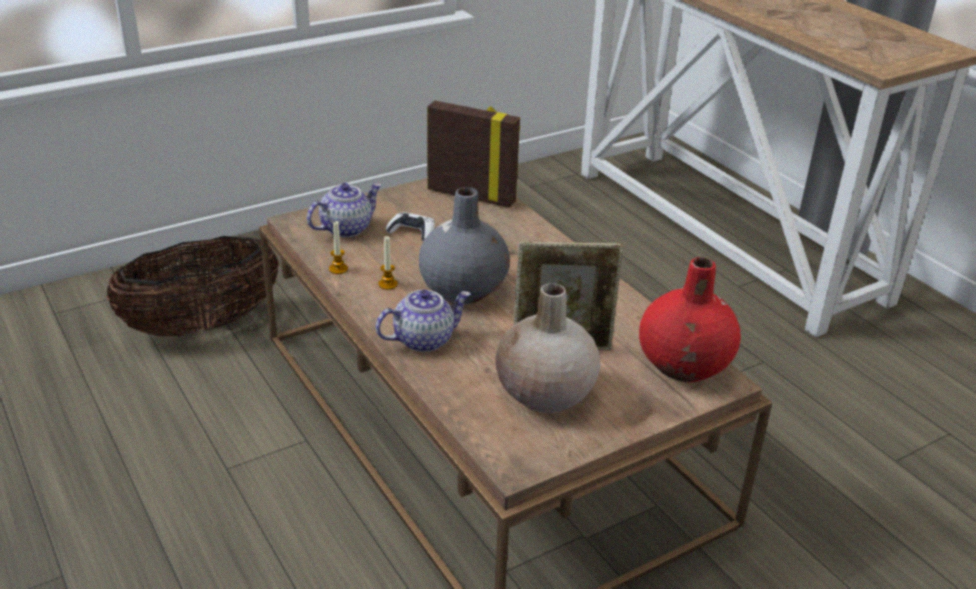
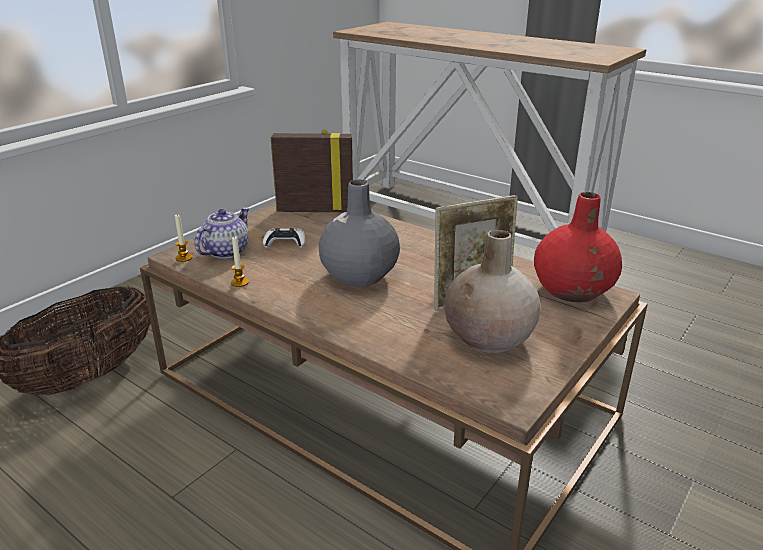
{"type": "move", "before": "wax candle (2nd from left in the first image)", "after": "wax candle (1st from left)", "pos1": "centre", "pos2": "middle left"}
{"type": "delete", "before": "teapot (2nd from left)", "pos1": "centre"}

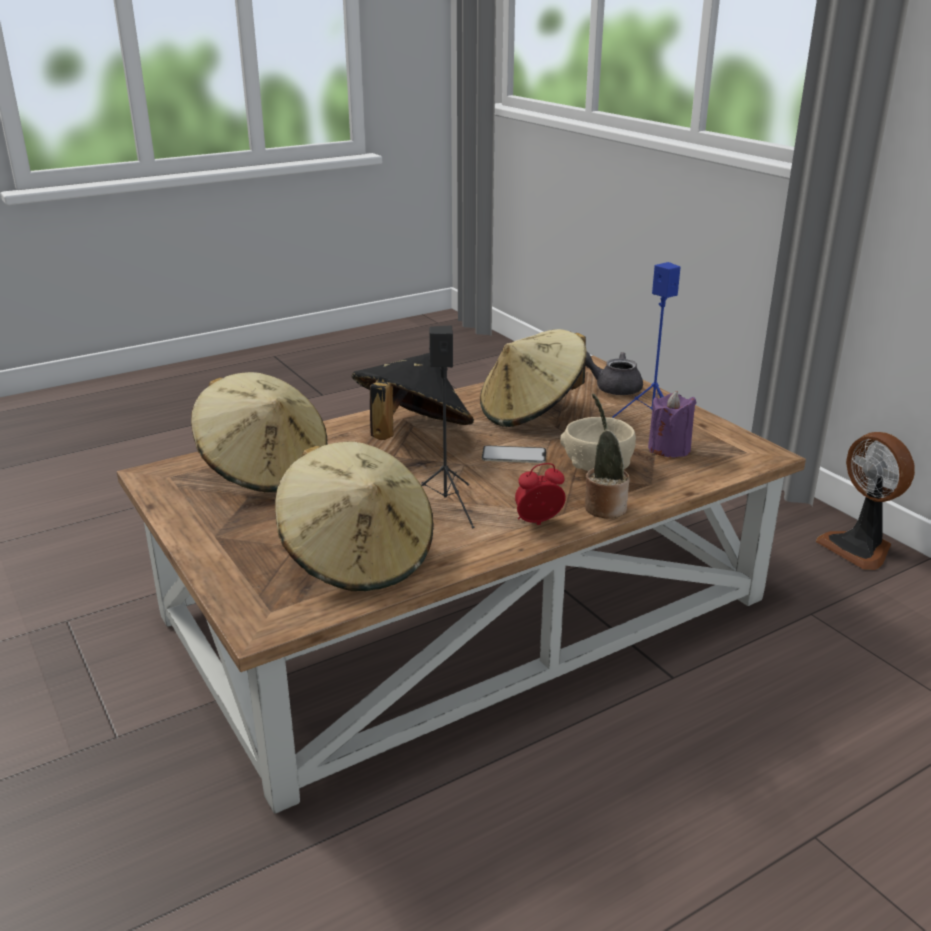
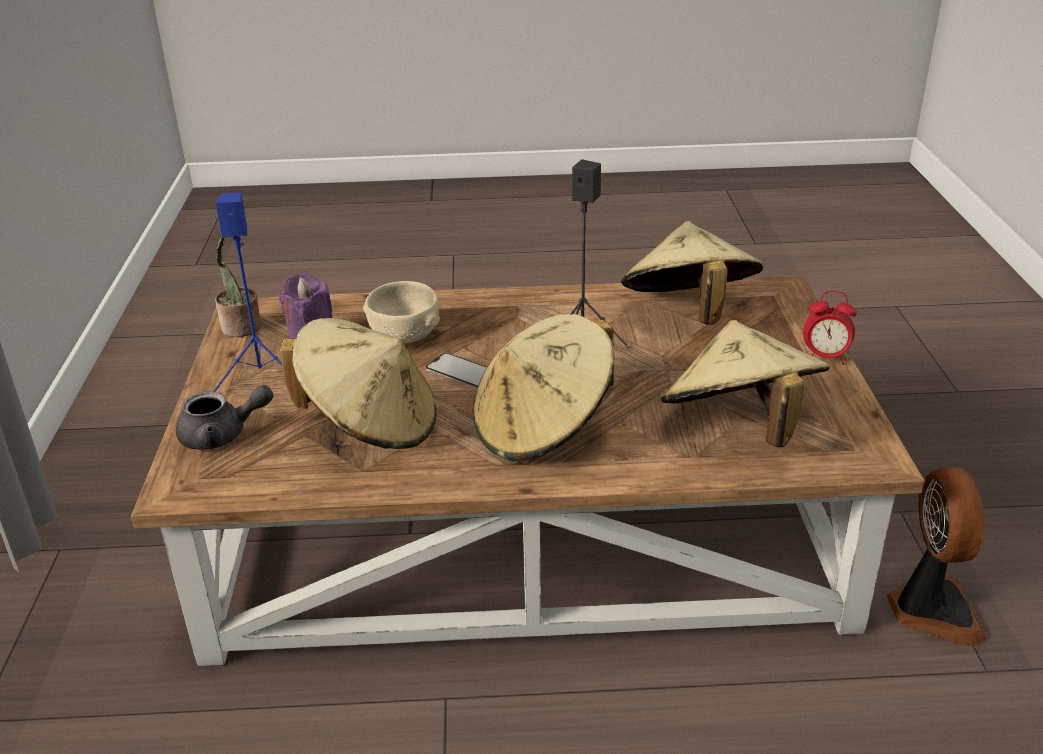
{"type": "rotate", "before": "gray teapot", "pos1": "centre", "pos2": "middle left", "turn": -60}
{"type": "move", "before": "plant in a pot", "pos1": "centre", "pos2": "middle left"}
{"type": "recolor", "before": "black clothing hat", "after": "beige-coloured clothing hat (2nd from left)", "pos1": "centre", "pos2": "centre"}
{"type": "move", "before": "table clock", "pos1": "centre", "pos2": "middle right"}
{"type": "move", "before": "fan", "pos1": "middle right", "pos2": "bottom right"}

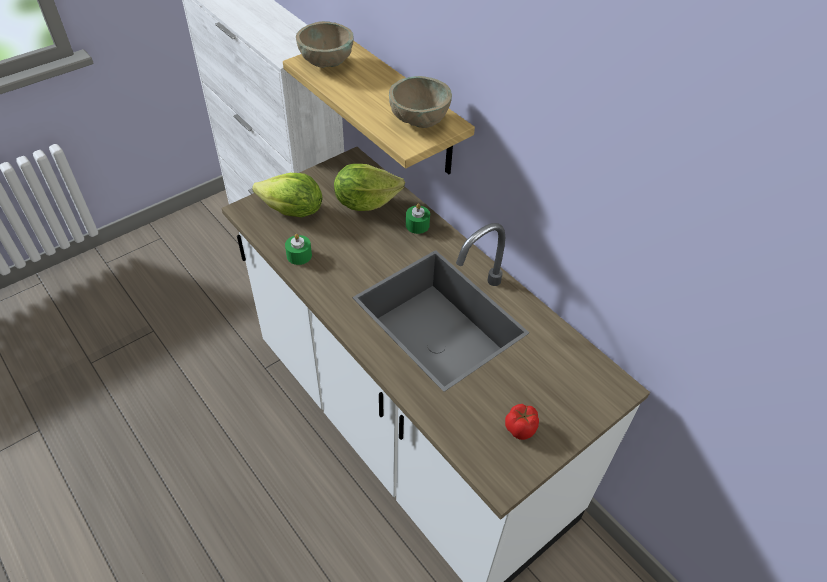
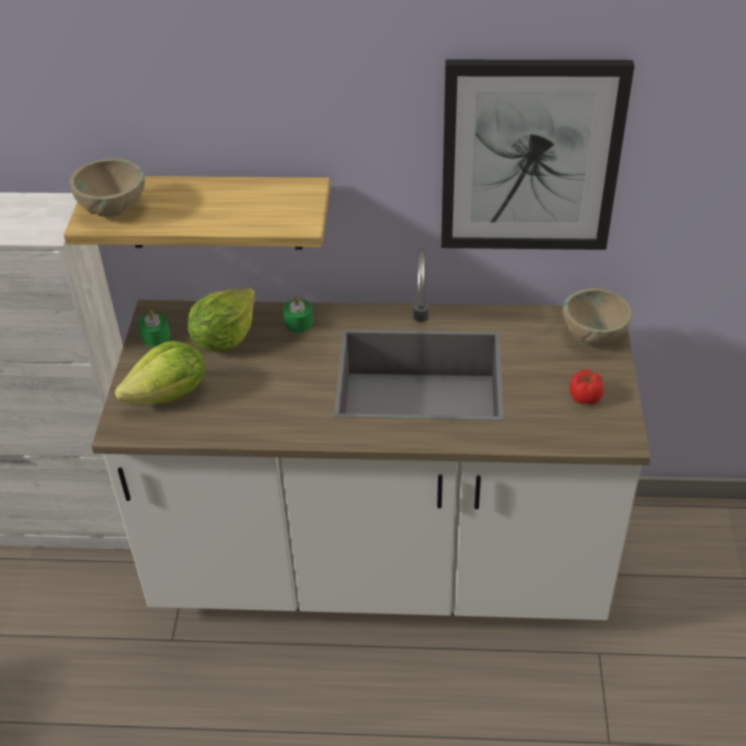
{"type": "move", "before": "green-coloured wax candle (1st from left)", "pos1": "centre", "pos2": "middle left"}
{"type": "insert", "after": "wall picture", "pos2": "top right"}
{"type": "move", "before": "beige-coloured serving bowl (2nd from left)", "pos1": "top centre", "pos2": "middle right"}

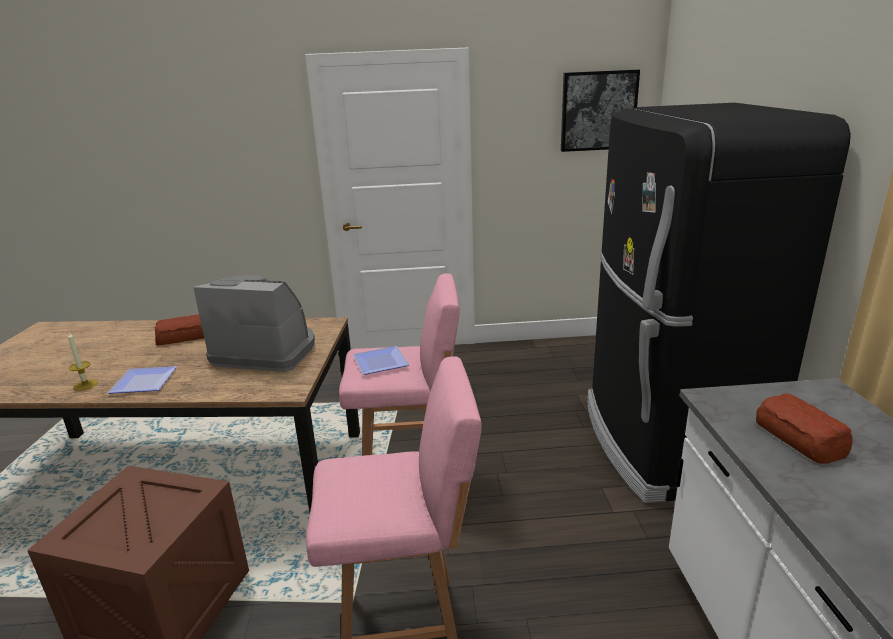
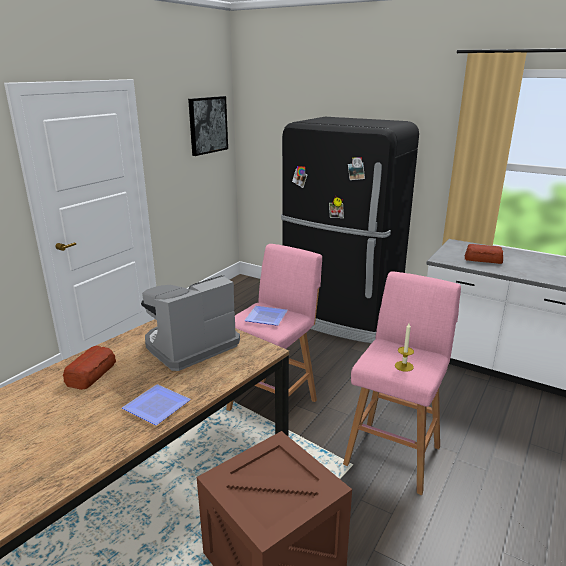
{"type": "move", "before": "wax candle", "pos1": "middle left", "pos2": "middle right"}

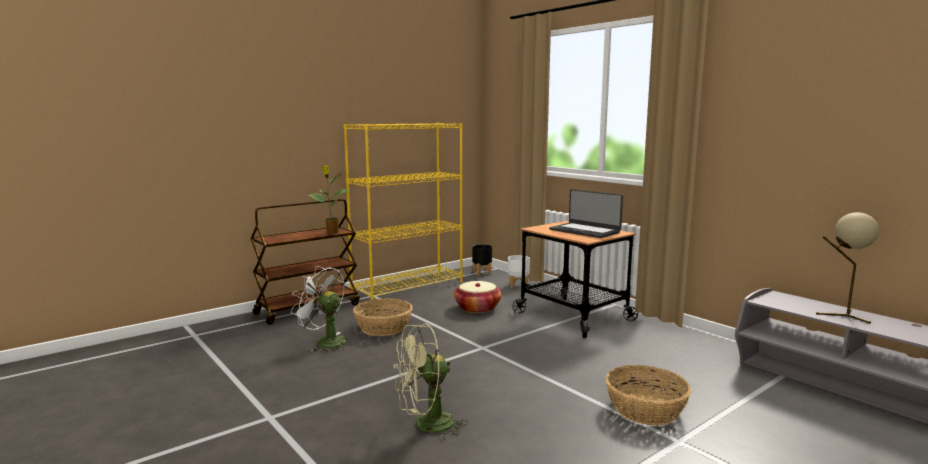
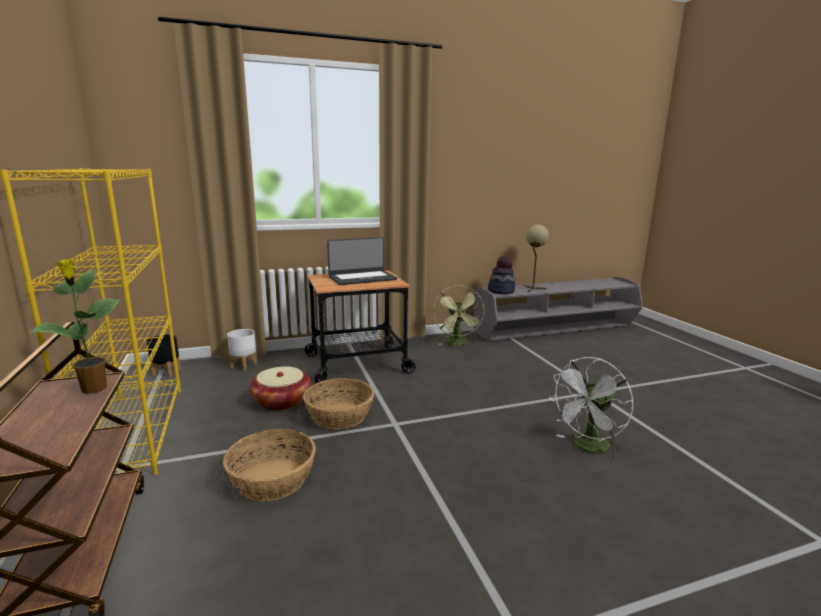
{"type": "move", "before": "household basket (3rd from left)", "pos1": "bottom right", "pos2": "centre"}
{"type": "move", "before": "green-coloured fan", "pos1": "bottom centre", "pos2": "centre"}
{"type": "insert", "after": "clothing hat", "pos2": "centre"}
{"type": "move", "before": "whitish fan", "pos1": "centre", "pos2": "middle right"}

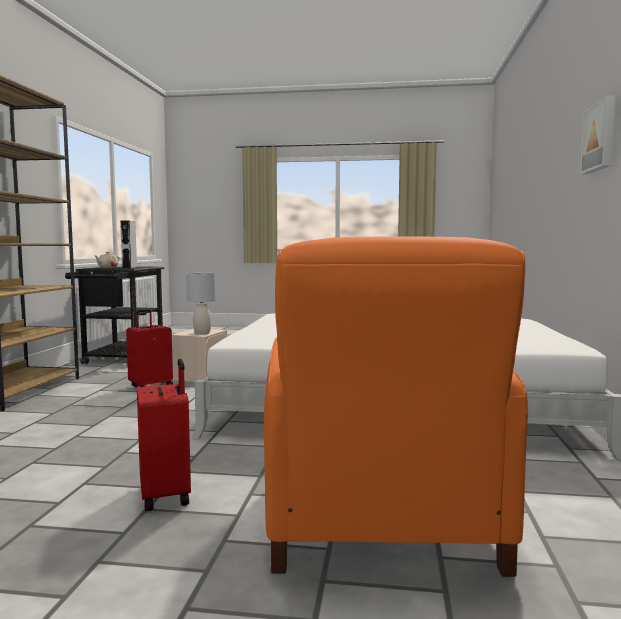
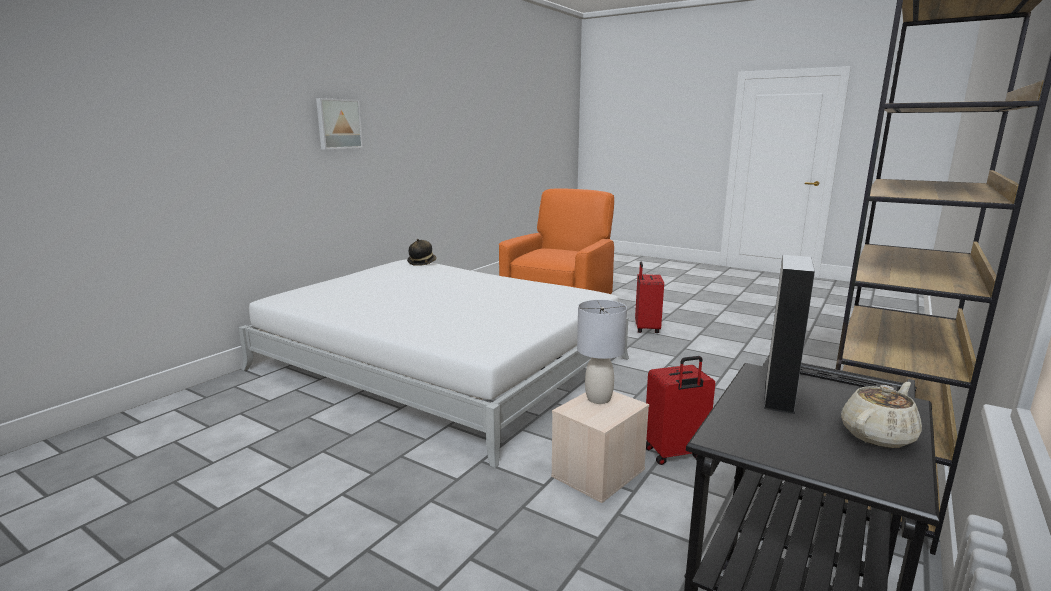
{"type": "insert", "after": "clothing hat", "pos2": "centre"}

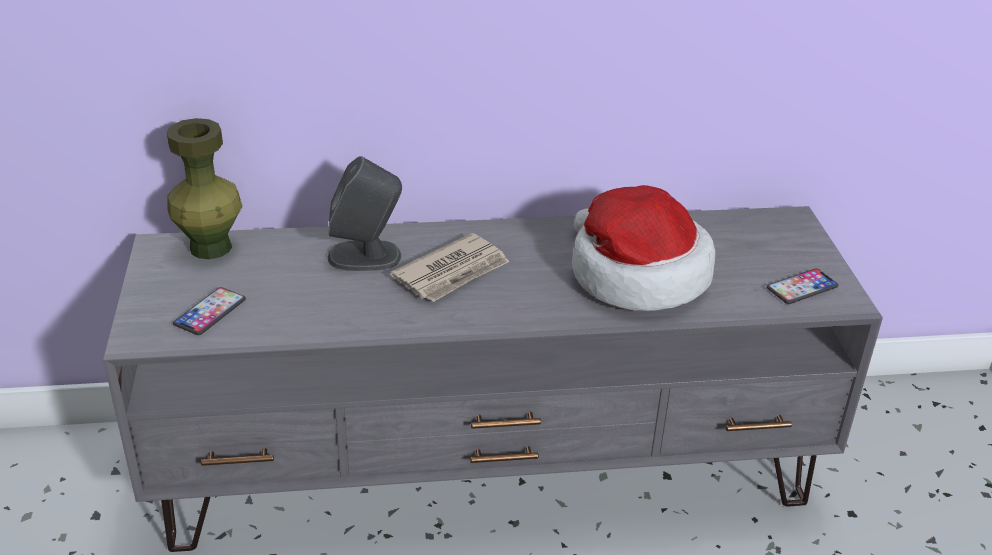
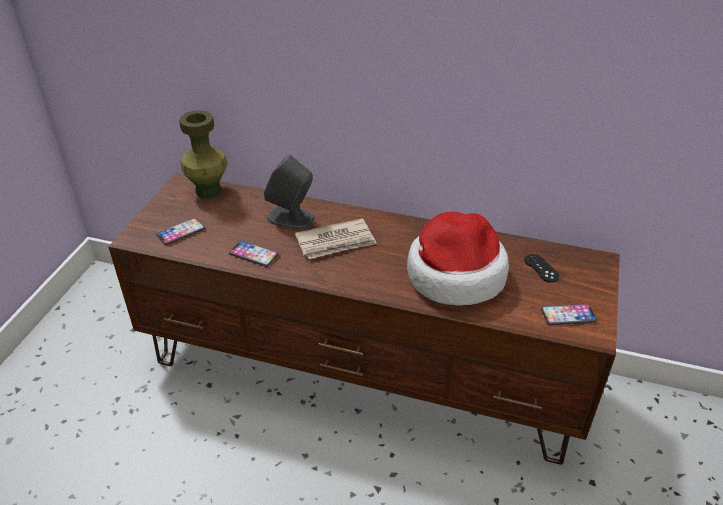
{"type": "recolor", "before": "gray media console", "after": "brown-coloured media console", "pos1": "bottom centre", "pos2": "centre"}
{"type": "insert", "after": "telephone (2nd from left)", "pos2": "centre"}
{"type": "insert", "after": "black game controller", "pos2": "middle right"}

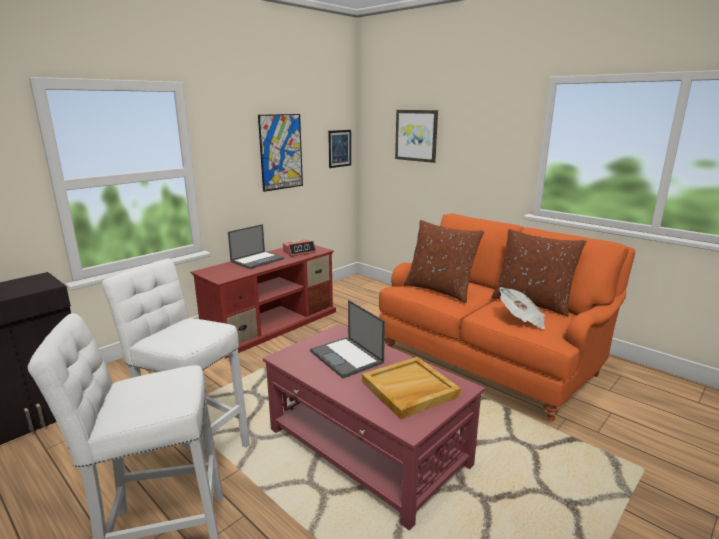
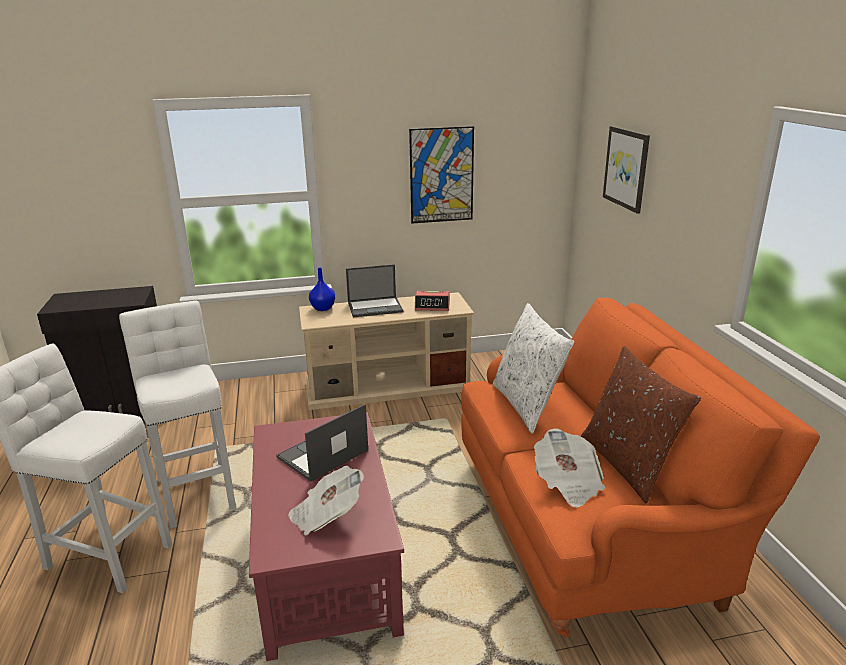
{"type": "rotate", "before": "notebook computer (2nd from left in the first image)", "pos1": "centre", "pos2": "centre", "turn": 45}
{"type": "replace", "before": "beige-coloured carrying tray", "after": "printed paper (1st from left)", "pos1": "bottom centre", "pos2": "bottom centre"}
{"type": "recolor", "before": "red media console", "after": "beige-coloured media console", "pos1": "centre", "pos2": "centre"}
{"type": "insert", "after": "blue flower vase", "pos2": "centre"}
{"type": "recolor", "before": "brown-coloured cushion (1st from left)", "after": "whitish cushion", "pos1": "centre", "pos2": "centre"}
{"type": "delete", "before": "wall picture (2nd from left)", "pos1": "top centre"}

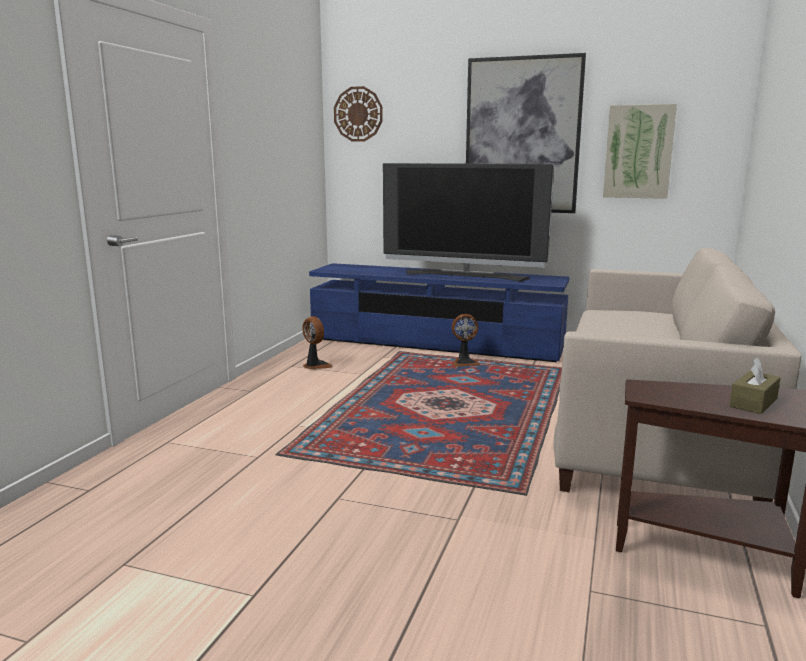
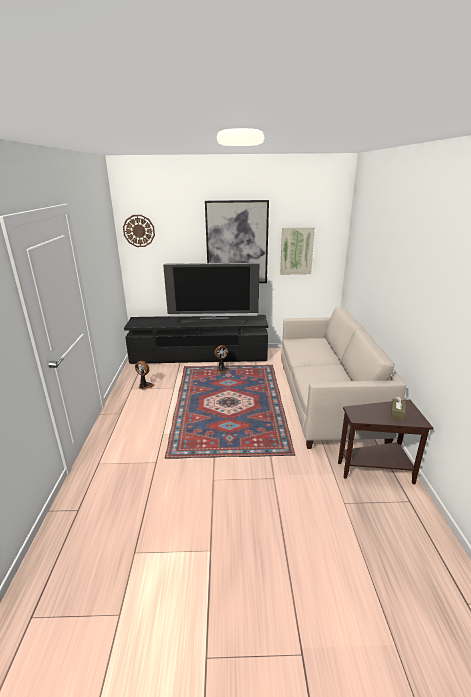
{"type": "recolor", "before": "blue media console", "after": "black media console", "pos1": "centre", "pos2": "centre"}

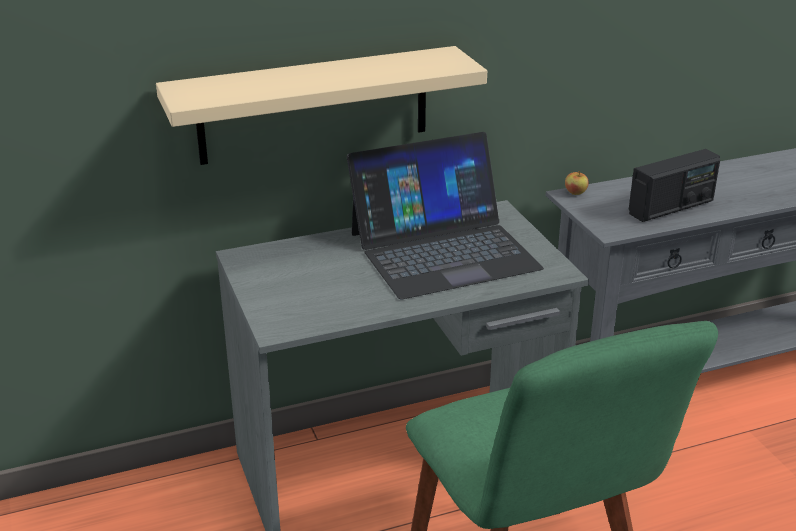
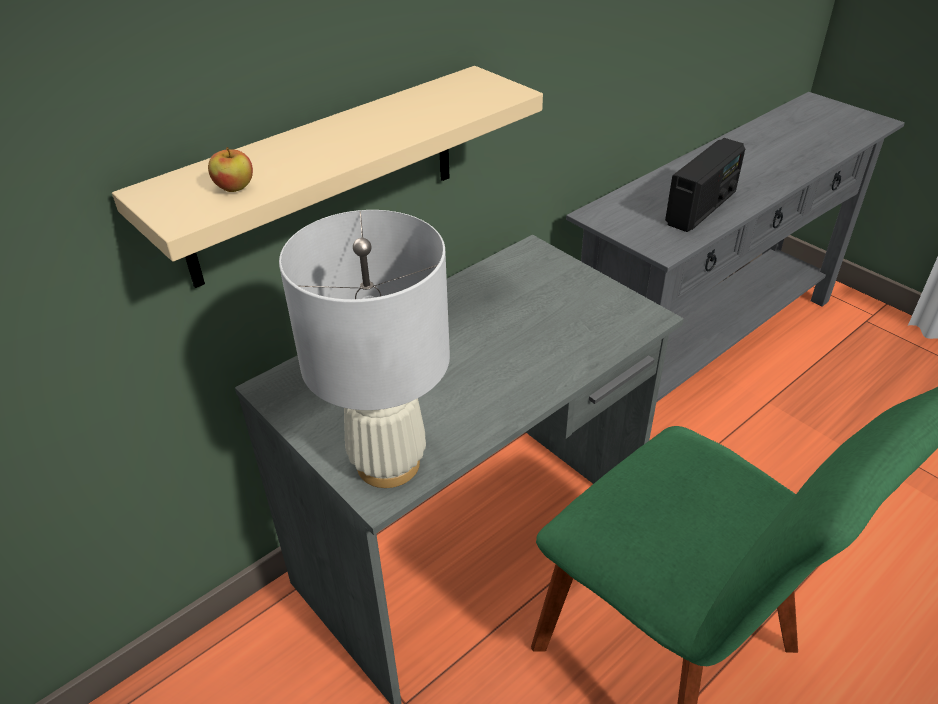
{"type": "move", "before": "whole apple", "pos1": "middle right", "pos2": "top left"}
{"type": "insert", "after": "whitish table lamp", "pos2": "centre"}
{"type": "delete", "before": "notebook computer", "pos1": "centre"}

